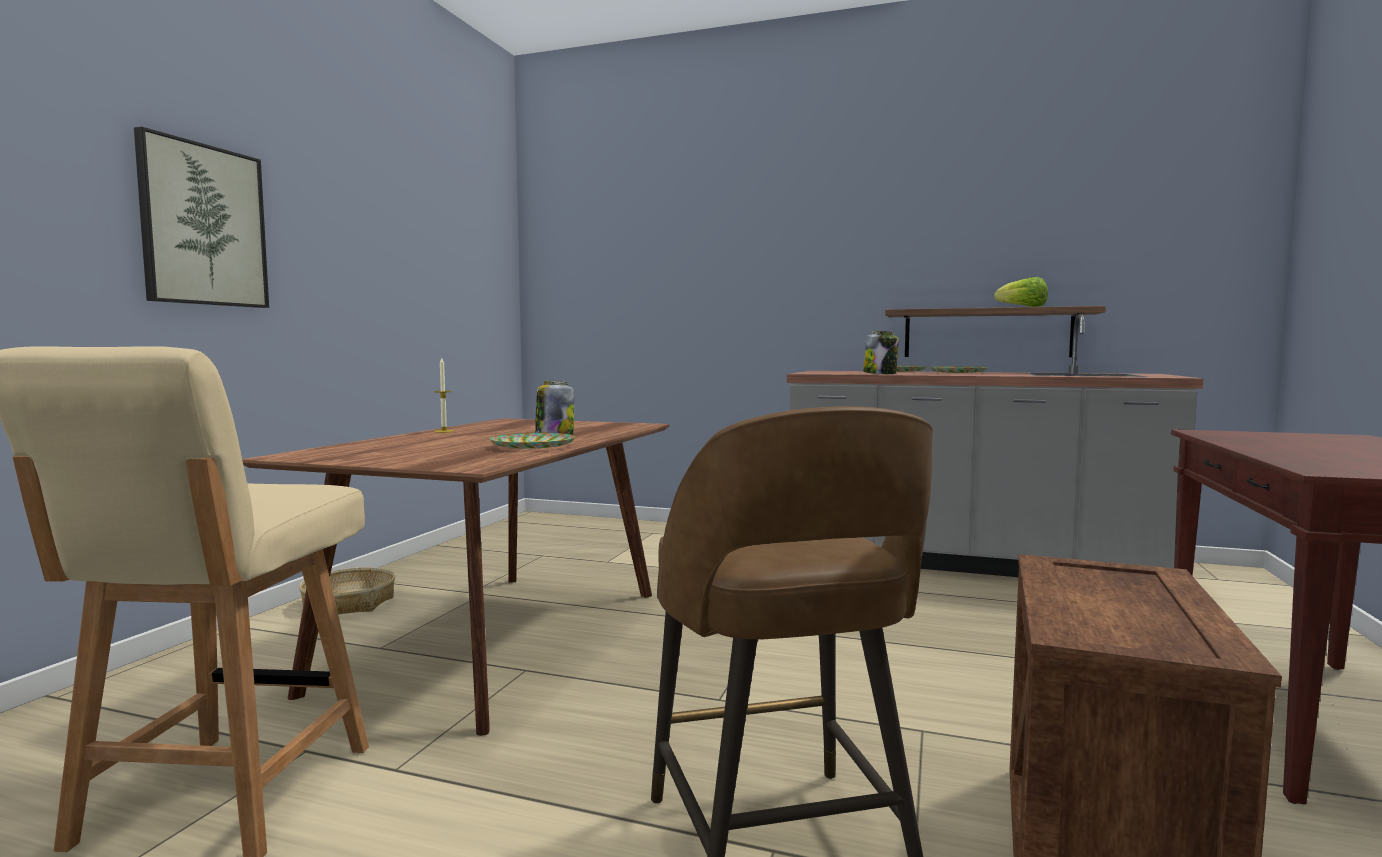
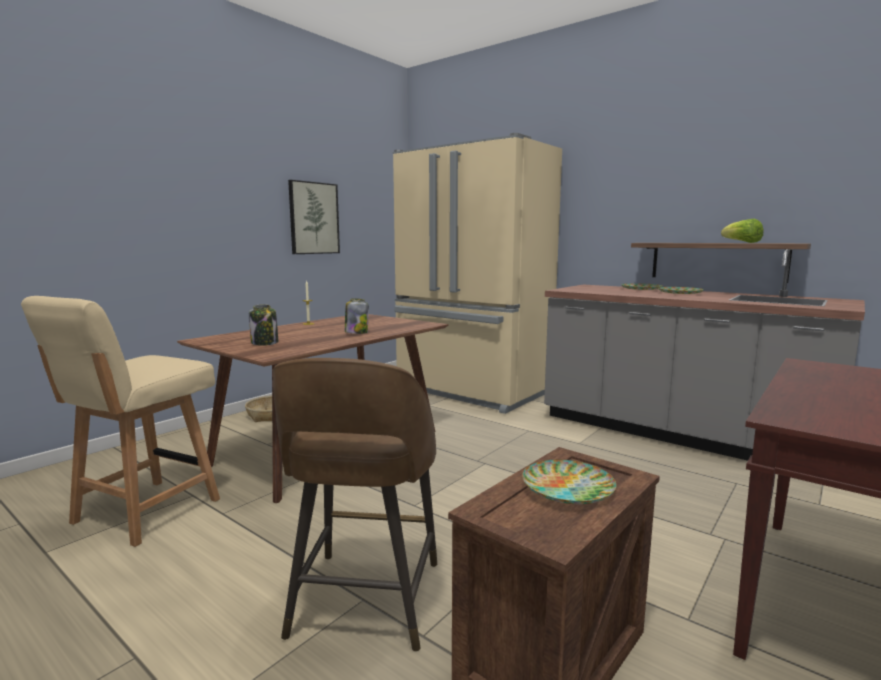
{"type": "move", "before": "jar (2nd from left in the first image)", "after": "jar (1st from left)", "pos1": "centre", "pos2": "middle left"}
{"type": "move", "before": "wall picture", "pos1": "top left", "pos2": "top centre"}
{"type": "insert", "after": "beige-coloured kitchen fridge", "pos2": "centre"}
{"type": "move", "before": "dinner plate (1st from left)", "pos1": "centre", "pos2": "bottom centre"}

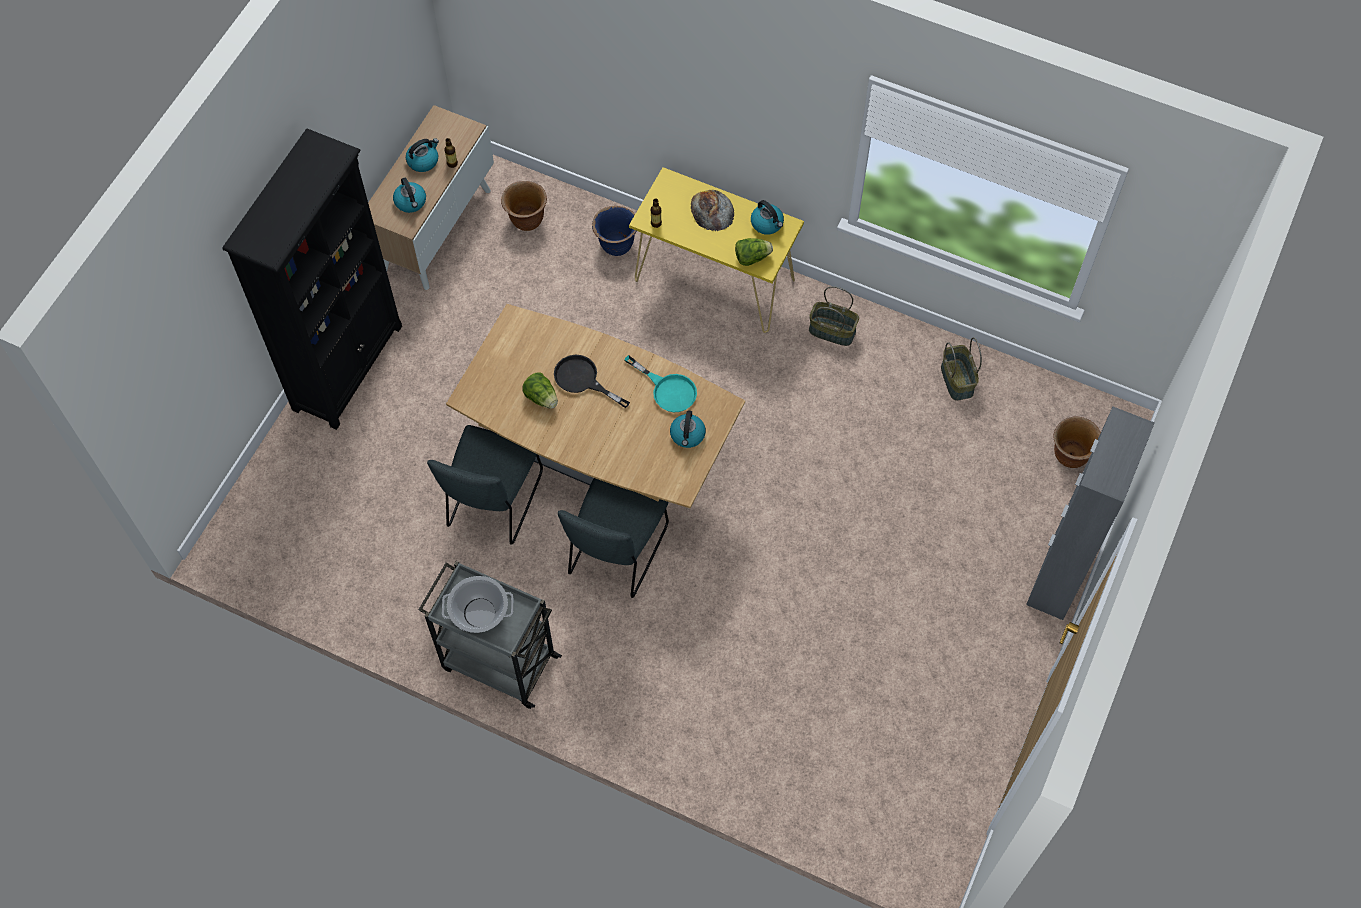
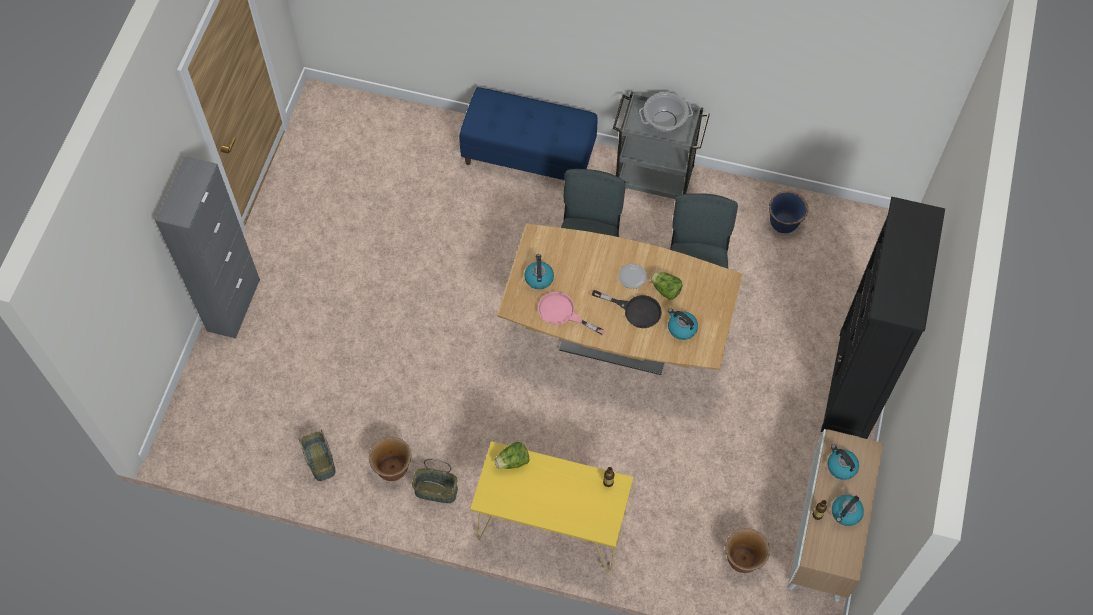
{"type": "move", "before": "brown-coloured plant pot (2nd from left in the first image)", "after": "brown-coloured plant pot (1st from left)", "pos1": "middle right", "pos2": "bottom centre"}
{"type": "insert", "after": "blue long seat", "pos2": "top centre"}
{"type": "recolor", "before": "blue-green skillet", "after": "pink skillet", "pos1": "centre", "pos2": "centre"}
{"type": "insert", "after": "dinner plate", "pos2": "centre"}
{"type": "move", "before": "kettle (4th from left in the first image)", "after": "kettle (2nd from left)", "pos1": "top centre", "pos2": "centre"}
{"type": "move", "before": "blue plant pot", "pos1": "top centre", "pos2": "middle right"}
{"type": "delete", "before": "bakery bread", "pos1": "top centre"}

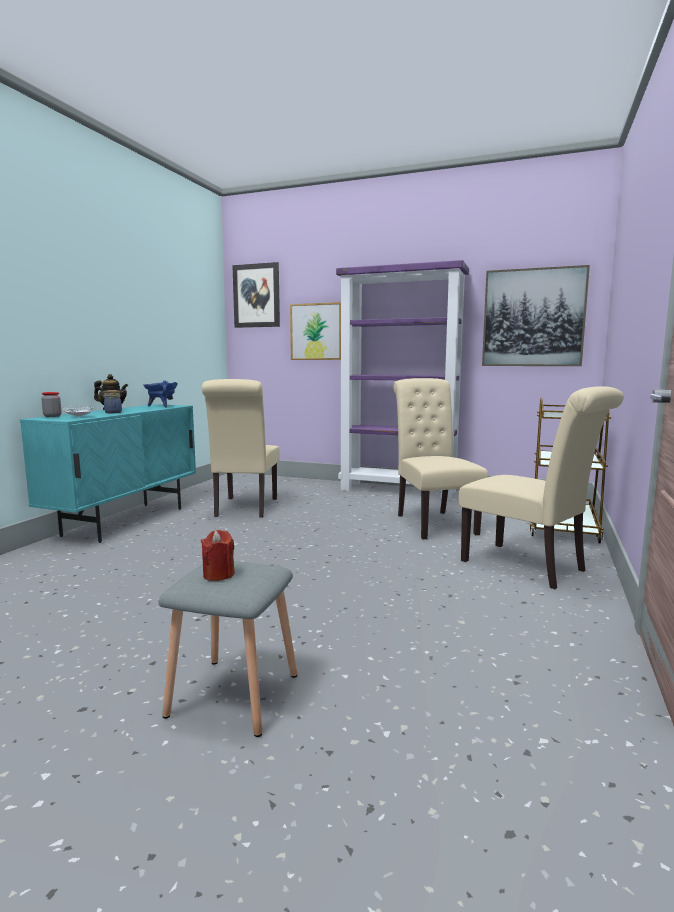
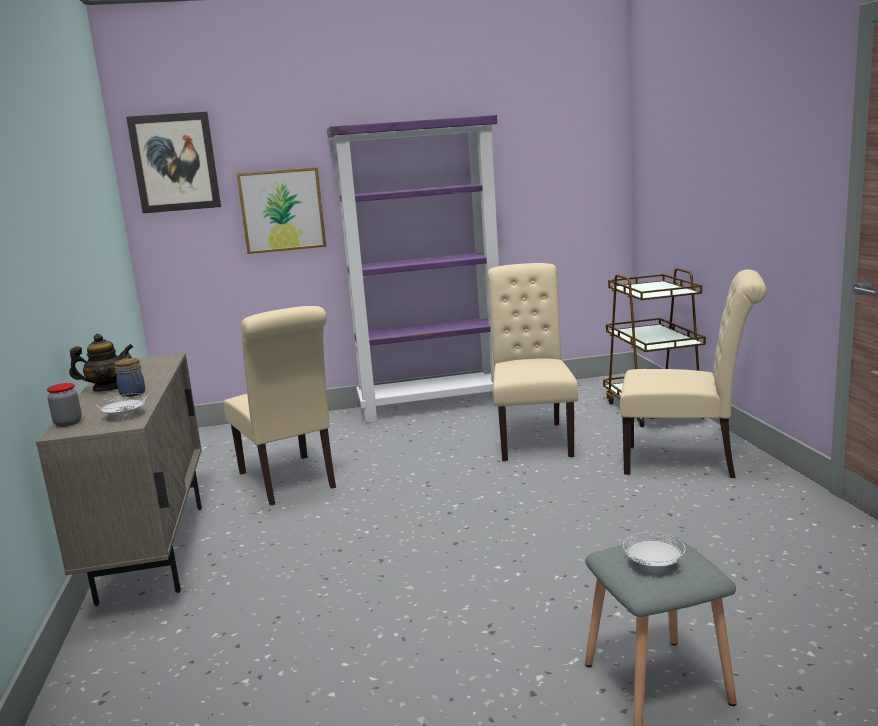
{"type": "recolor", "before": "blue-green cupboard", "after": "beige-coloured cupboard", "pos1": "middle left", "pos2": "middle left"}
{"type": "rotate", "before": "beige-coloured upright chair (2nd from left)", "pos1": "centre", "pos2": "centre", "turn": 45}
{"type": "replace", "before": "red wax candle", "after": "whitish dinner plate (2nd from left)", "pos1": "middle left", "pos2": "bottom right"}
{"type": "delete", "before": "blue saucepot", "pos1": "middle left"}
{"type": "delete", "before": "wall picture (3rd from left)", "pos1": "middle right"}

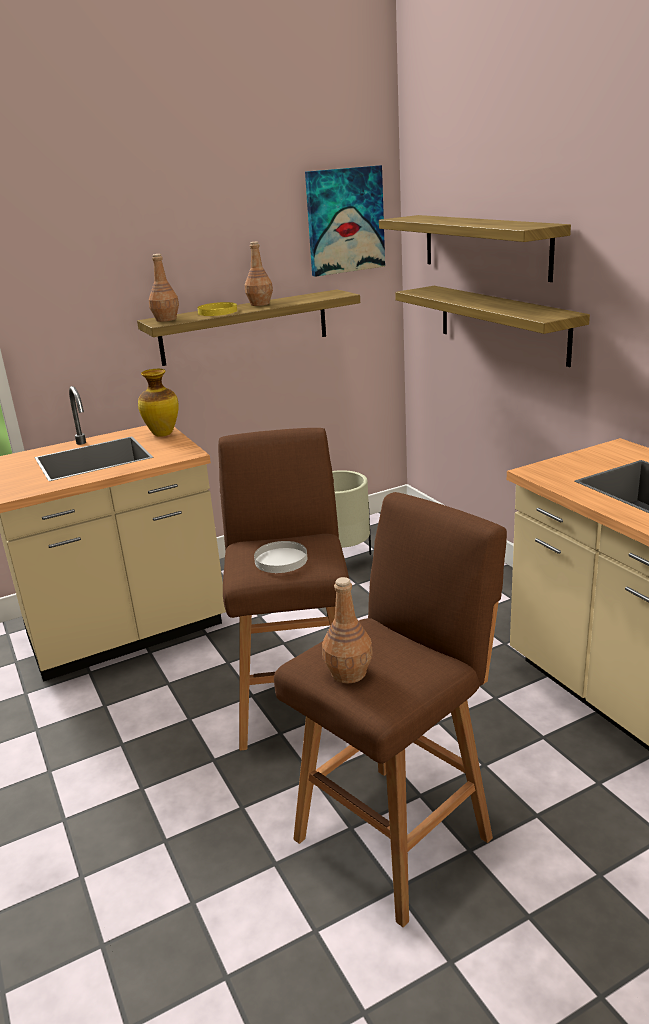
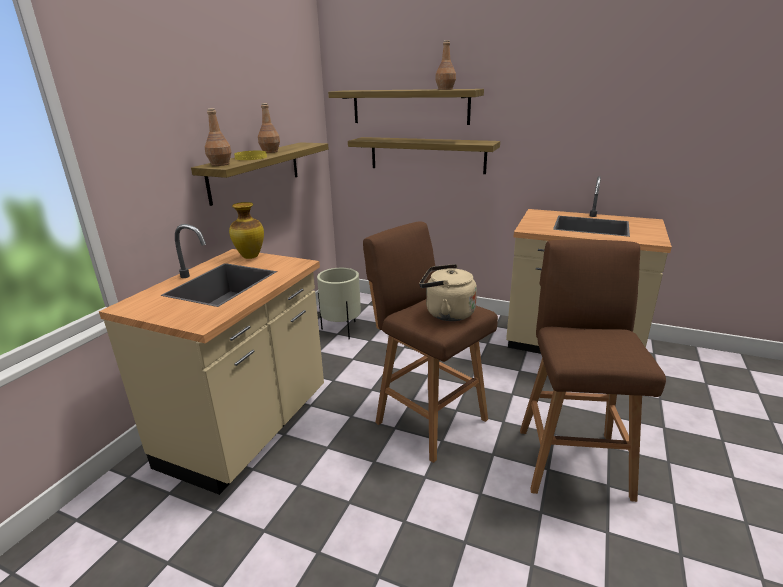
{"type": "replace", "before": "whitish dinner plate", "after": "beige-coloured kettle", "pos1": "centre", "pos2": "centre"}
{"type": "move", "before": "brown-coloured bottle (3rd from left)", "pos1": "centre", "pos2": "top centre"}
{"type": "delete", "before": "wall picture", "pos1": "top centre"}

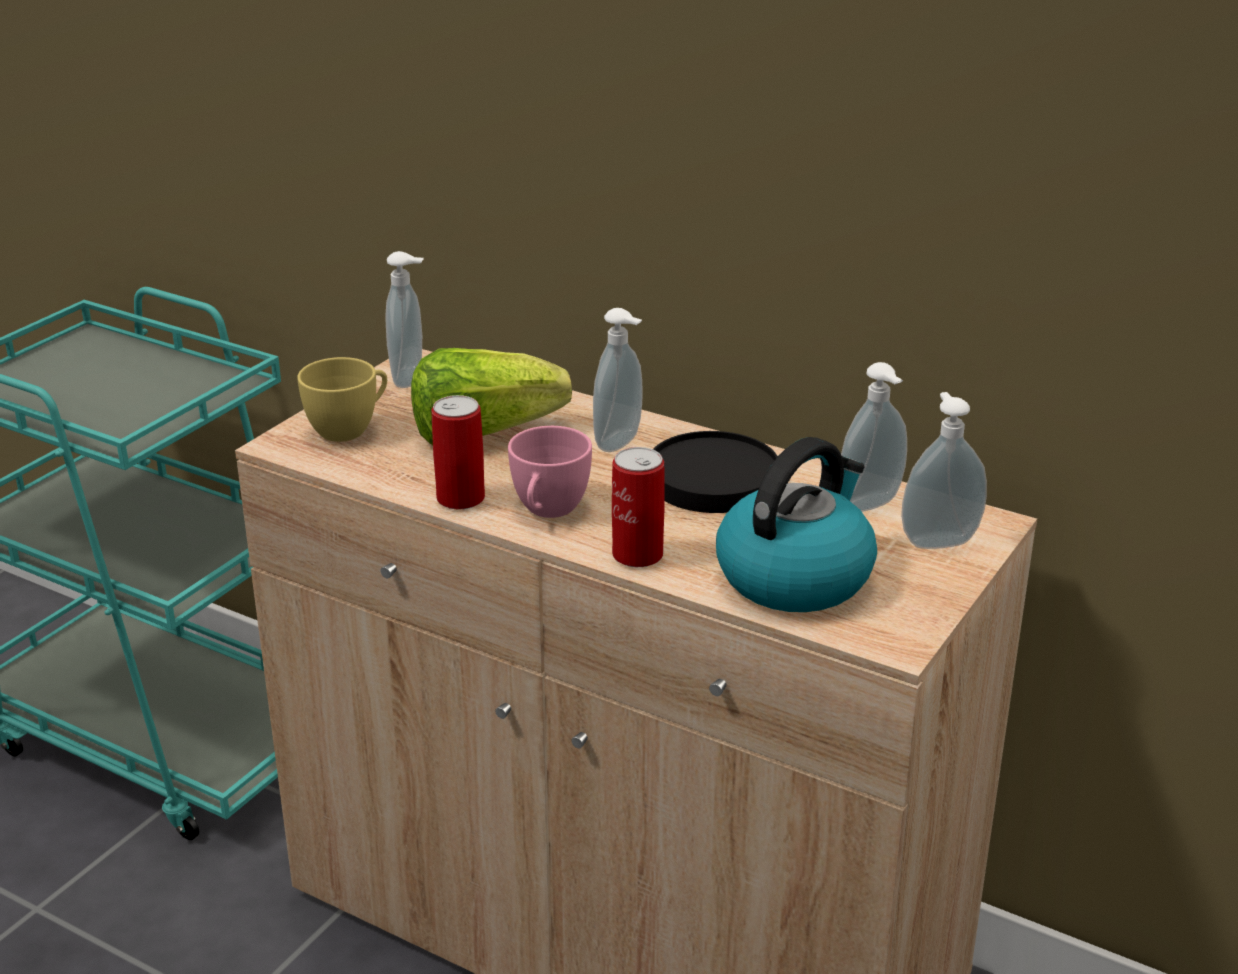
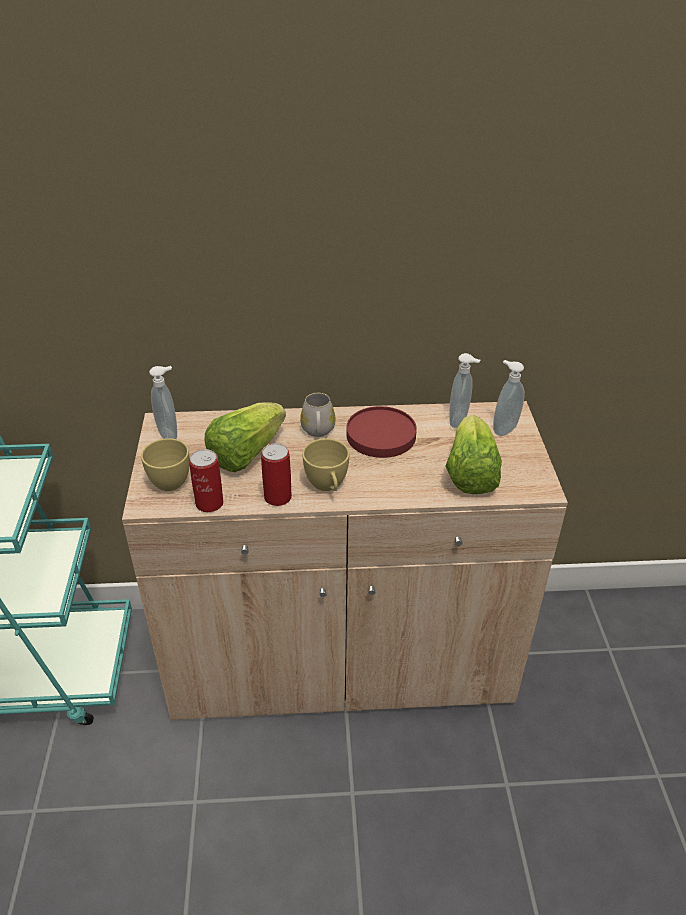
{"type": "move", "before": "can (2nd from left in the first image)", "after": "can (1st from left)", "pos1": "centre", "pos2": "middle left"}
{"type": "replace", "before": "liquid soap bottle (2nd from left)", "after": "whitish tea mug", "pos1": "centre", "pos2": "centre"}
{"type": "recolor", "before": "pink cup", "after": "yellow-coloured cup (2nd from left)", "pos1": "centre", "pos2": "centre"}
{"type": "recolor", "before": "black dinner plate", "after": "red dinner plate", "pos1": "centre", "pos2": "centre"}
{"type": "replace", "before": "kettle", "after": "lettuce head (2nd from left)", "pos1": "centre", "pos2": "middle right"}

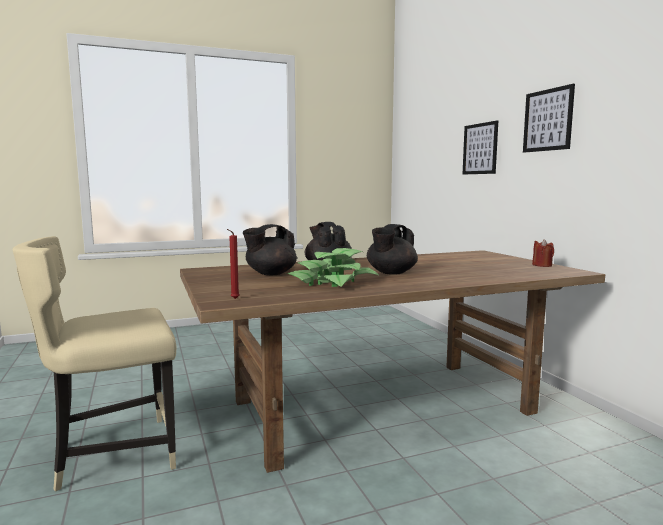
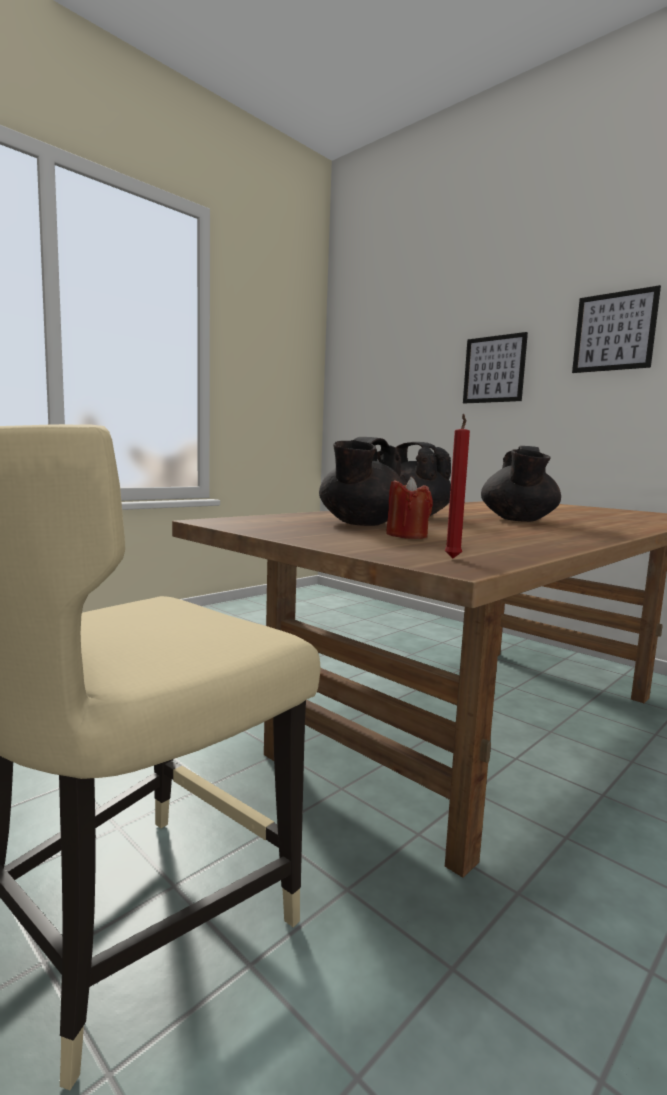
{"type": "move", "before": "red wax candle (2nd from left in the first image)", "after": "red wax candle (1st from left)", "pos1": "middle right", "pos2": "centre"}
{"type": "delete", "before": "plant in a pot", "pos1": "centre"}

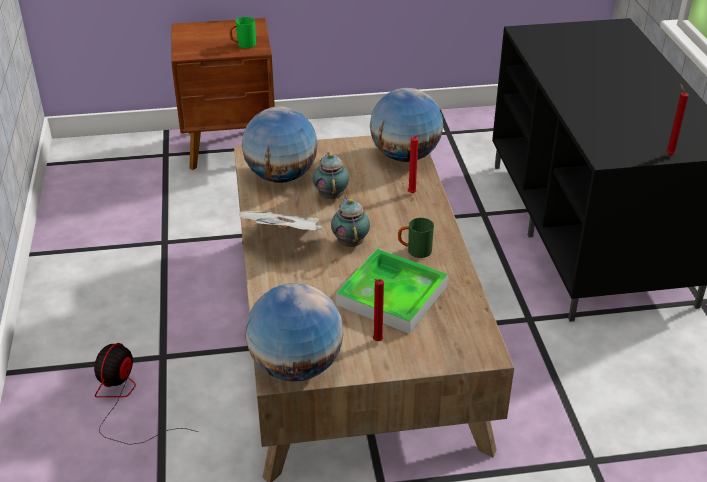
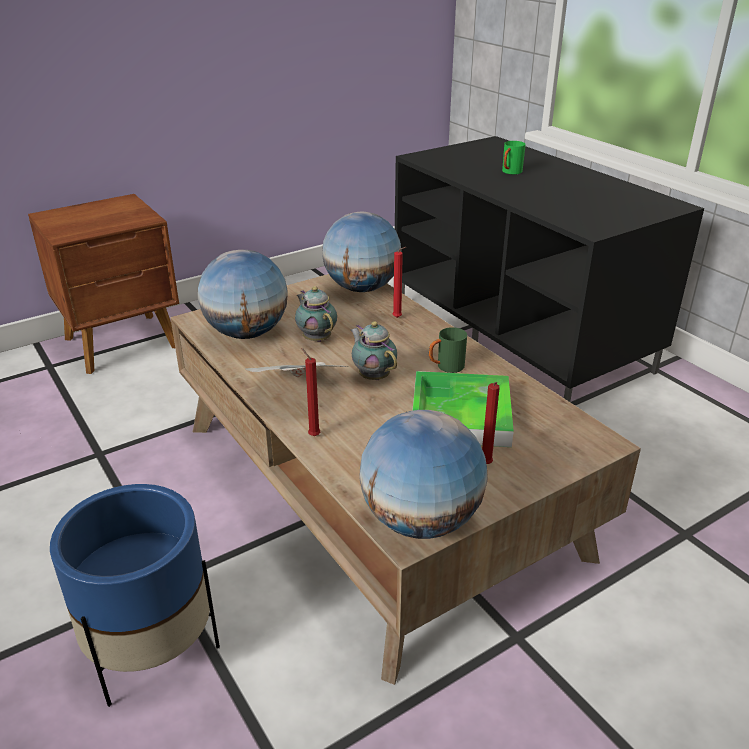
{"type": "replace", "before": "fan", "after": "blue plant pot", "pos1": "bottom left", "pos2": "bottom left"}
{"type": "move", "before": "red wax candle (3rd from left in the first image)", "after": "red wax candle (1st from left)", "pos1": "top right", "pos2": "centre"}
{"type": "move", "before": "green-coloured tea mug (1st from left in the first image)", "after": "green-coloured tea mug (2nd from left)", "pos1": "top centre", "pos2": "top right"}

